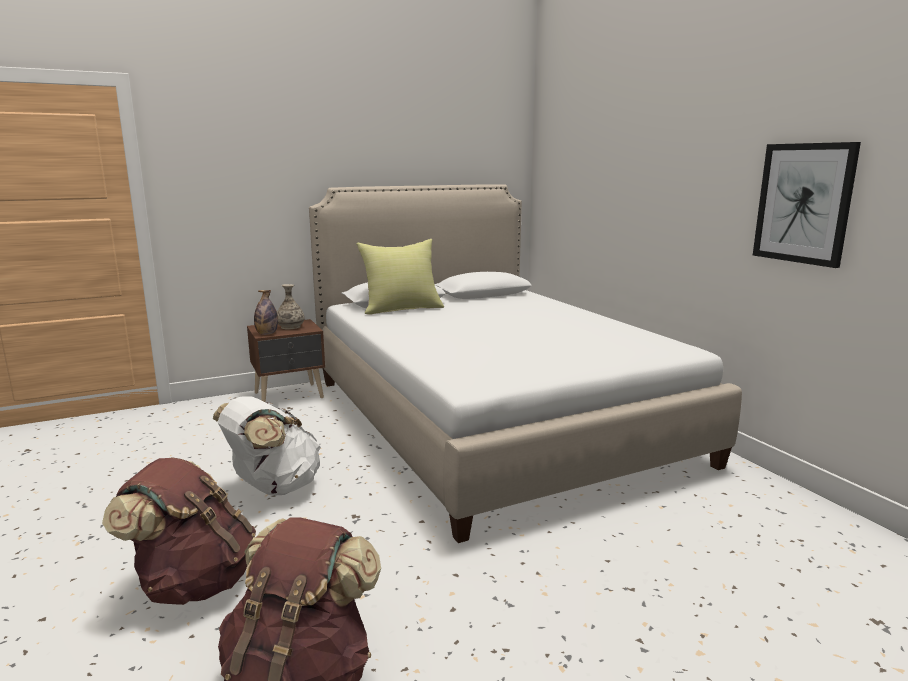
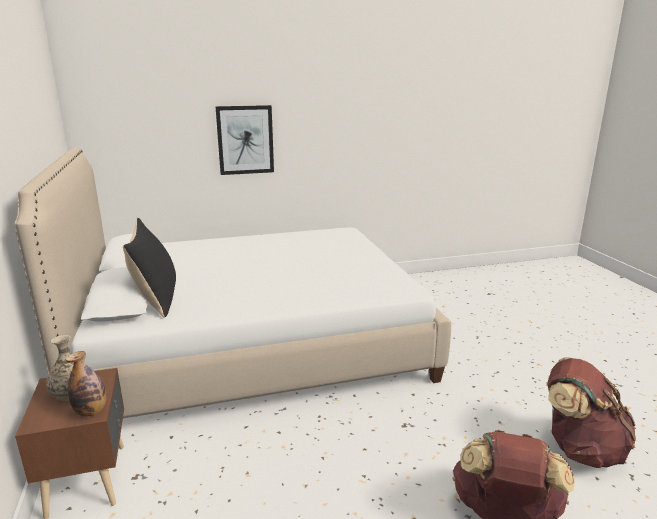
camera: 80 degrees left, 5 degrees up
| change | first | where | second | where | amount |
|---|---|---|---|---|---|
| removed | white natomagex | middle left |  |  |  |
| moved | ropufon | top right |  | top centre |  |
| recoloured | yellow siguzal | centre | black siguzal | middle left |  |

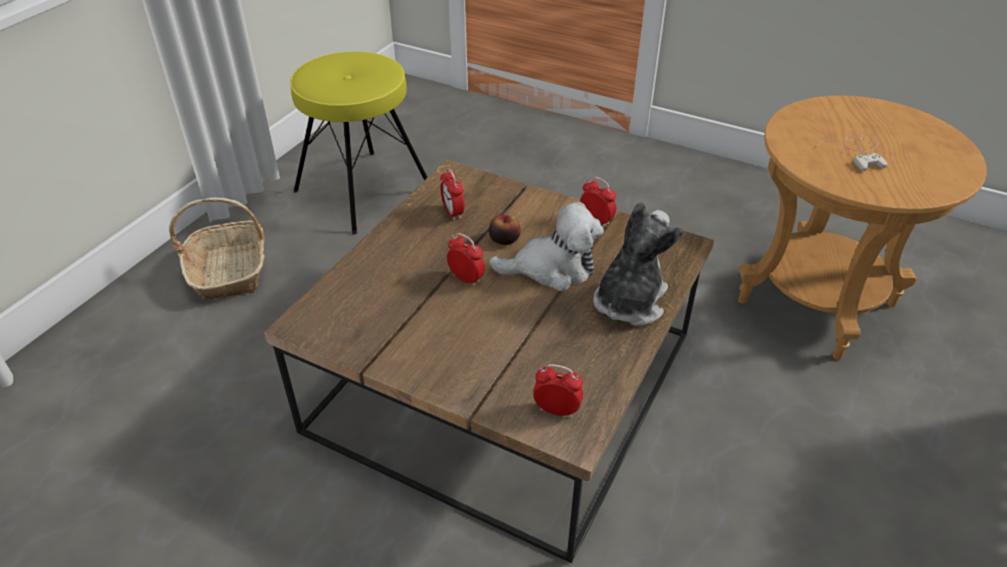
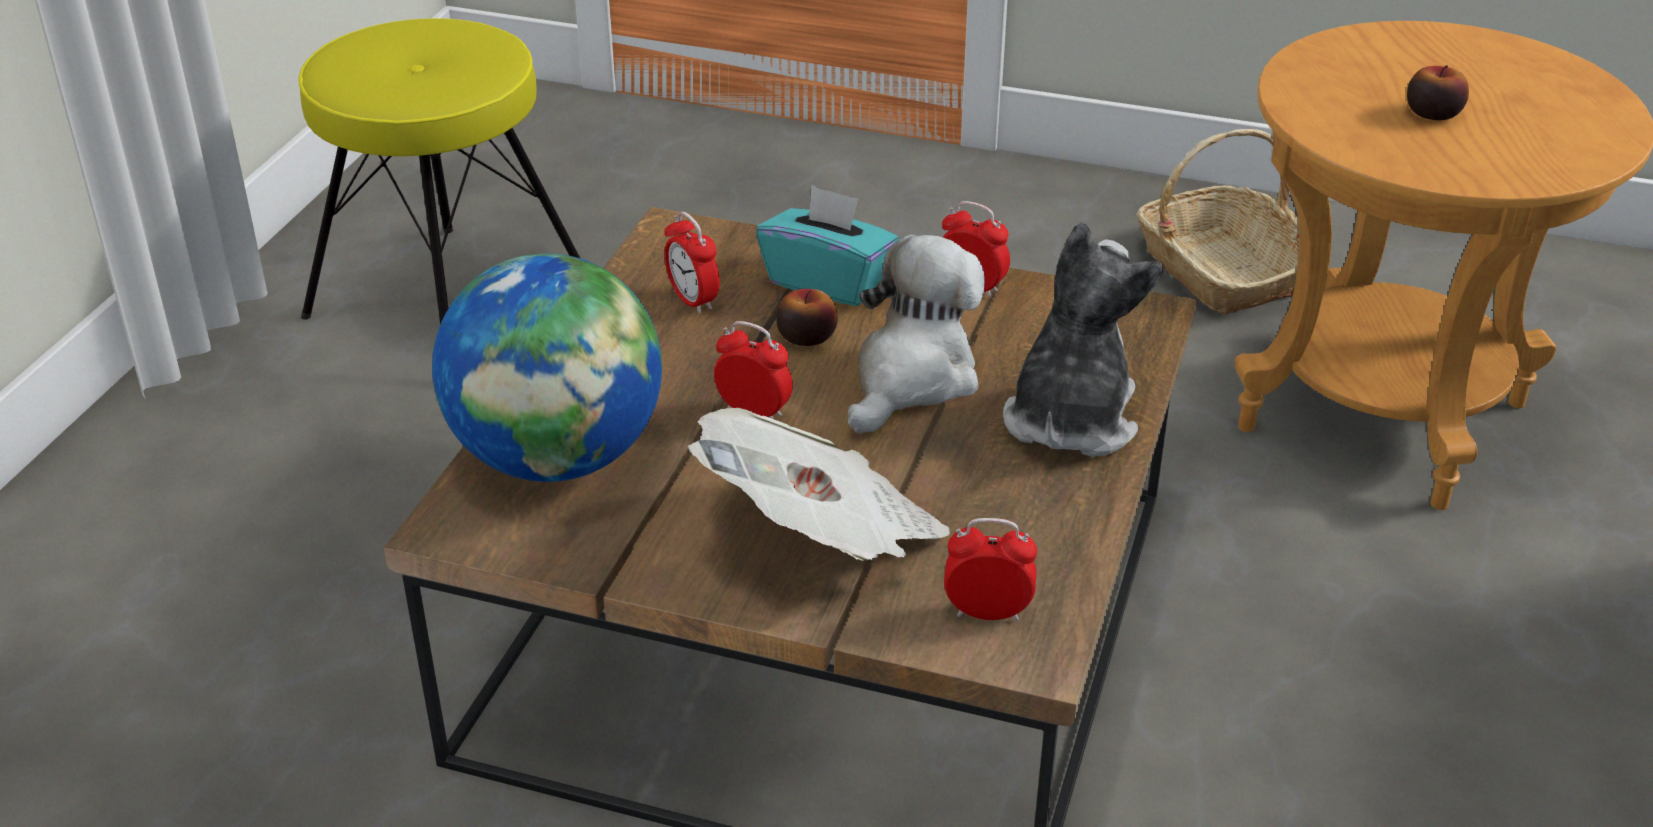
camera: 10 degrees left, 5 degrees down
| change | first | where | second | where | amount |
|---|---|---|---|---|---|
| added |  |  | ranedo | middle left |  |
| added |  |  | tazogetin | centre |  |
| added |  |  | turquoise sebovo | top centre |  |
| moved | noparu | middle left |  | top right |  |
| replaced | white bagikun | top right | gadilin (2nd from left) | top right |  |
| turned | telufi (1st from left) | centre |  | centre | 45 degrees counterclockwise |

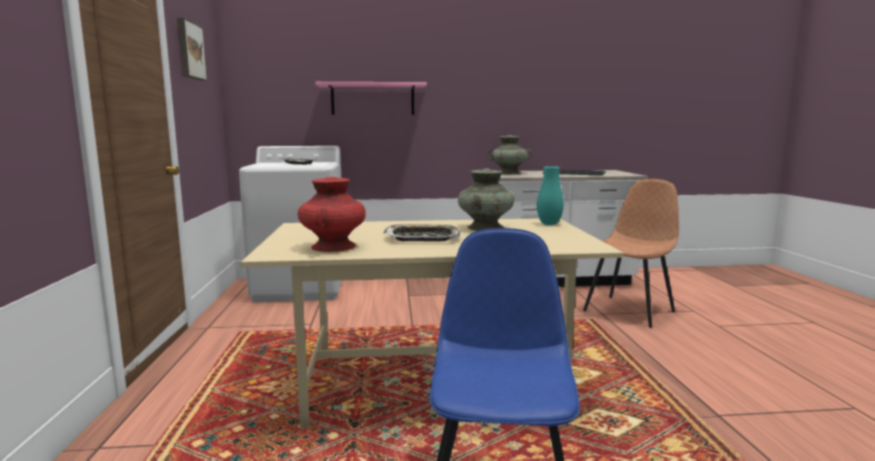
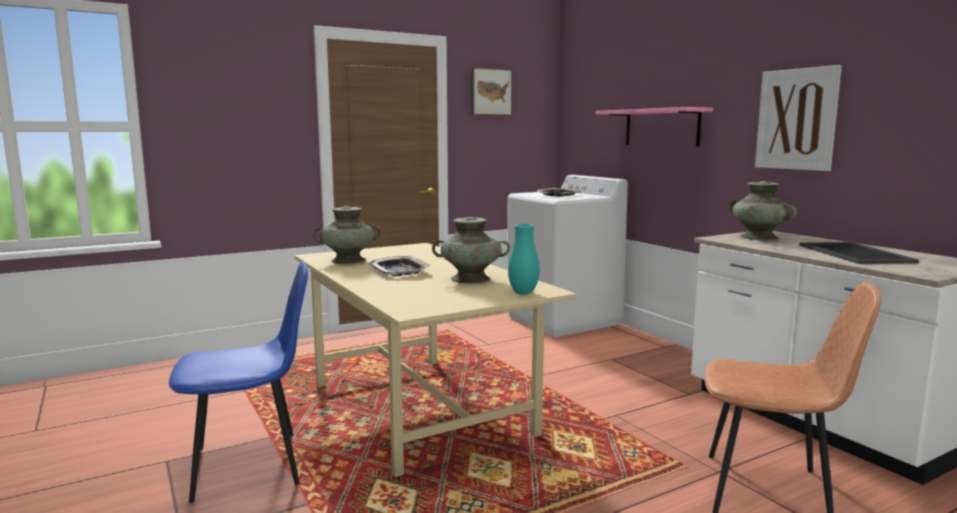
camera: 65 degrees right, 0 degrees up
| change | first | where | second | where | amount |
|---|---|---|---|---|---|
| added |  |  | ropufon (2nd from left) | top right |  |
| recoloured | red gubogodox | centre | turquoise gubogodox (1st from left) | centre |  |

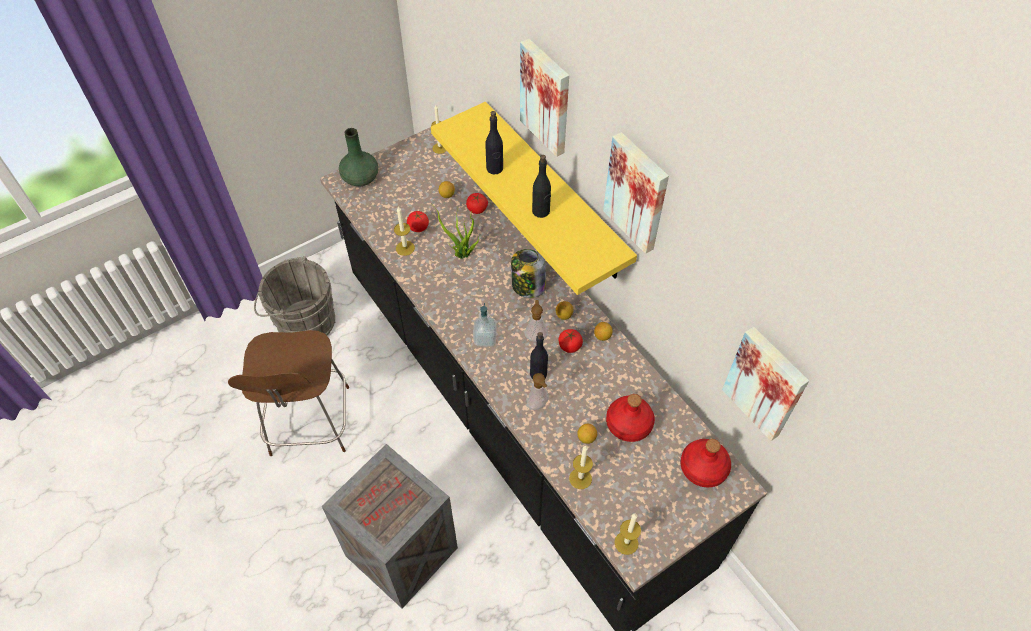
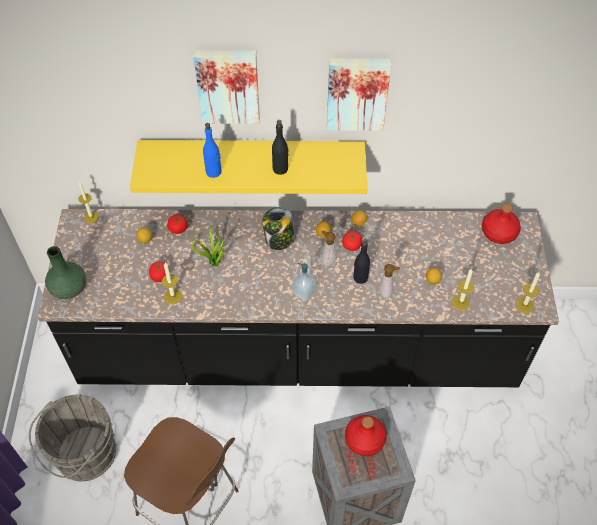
camera: 55 degrees left, 0 degrees up
| change | first | where | second | where | amount |
|---|---|---|---|---|---|
| removed | ropufon (3rd from left) | middle right |  |  |  |
| moved | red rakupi (1st from left) | centre |  | bottom centre |  |
| recoloured | black rakupi (1st from left) | top centre | blue rakupi | top centre |  |

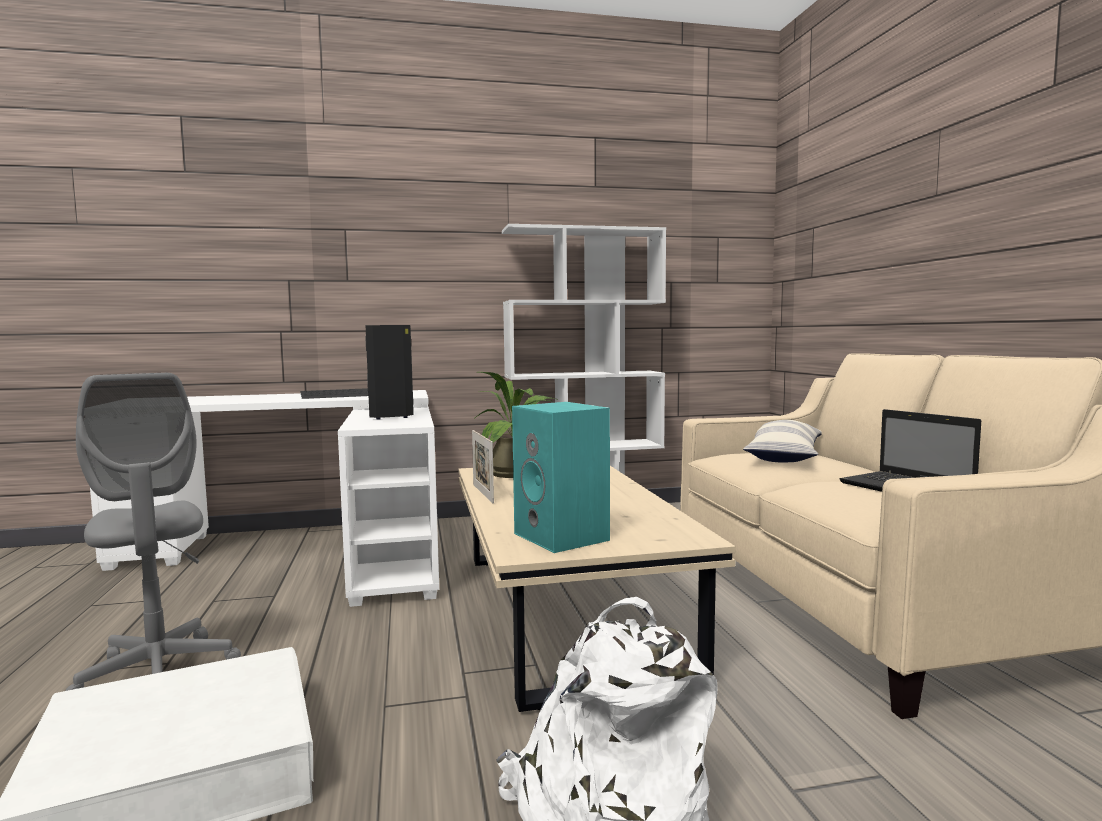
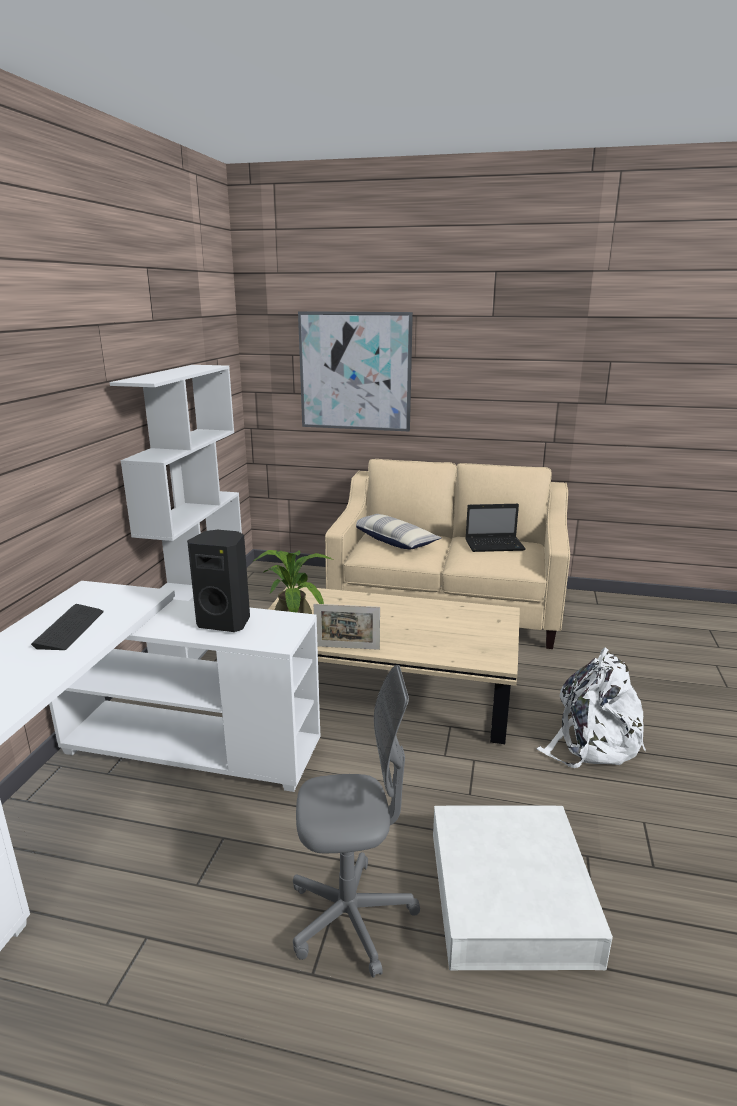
camera: 65 degrees left, 15 degrees up
| change | first | where | second | where | amount |
|---|---|---|---|---|---|
| removed | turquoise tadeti | centre |  |  |  |
| added |  |  | ropufon | centre |  |

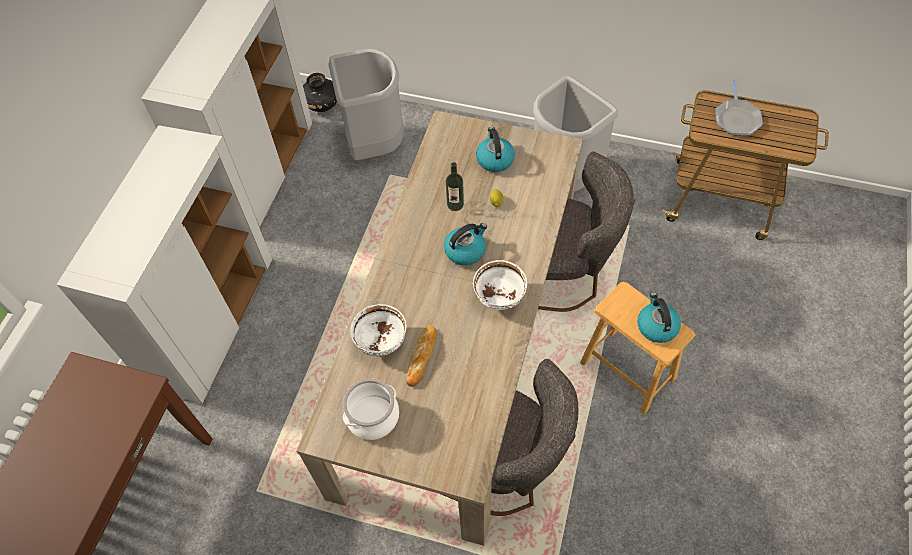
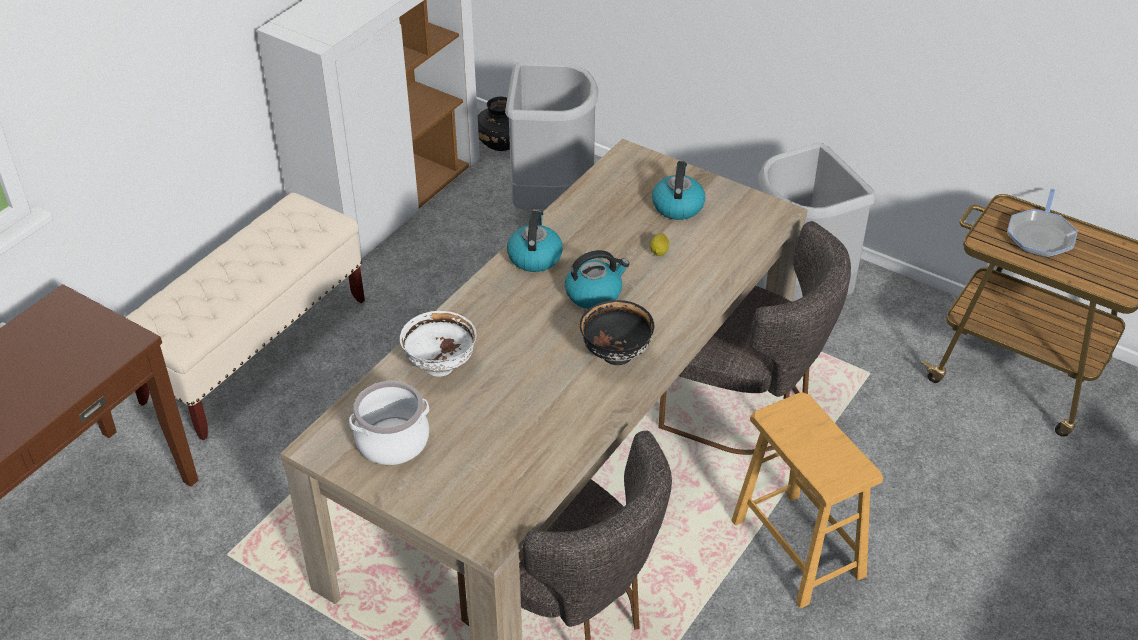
camera: 15 degrees right, 15 degrees down
| change | first | where | second | where | amount |
|---|---|---|---|---|---|
| removed | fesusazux | centre |  |  |  |
| removed | rakupi | centre |  |  |  |
| moved | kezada (3rd from left in the first image) | middle right | kezada (1st from left) | centre |  |
| replaced | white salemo (1st from left) | middle left | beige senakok | middle left |  |
| recoloured | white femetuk (2nd from left) | centre | black femetuk | centre |  |

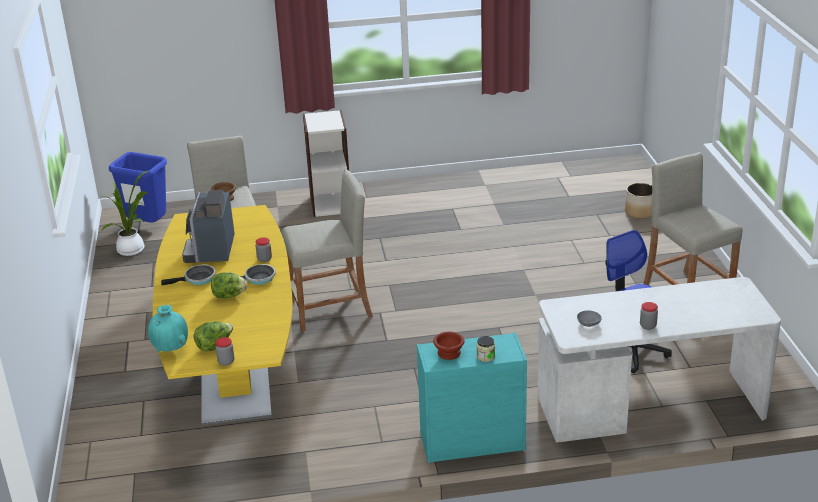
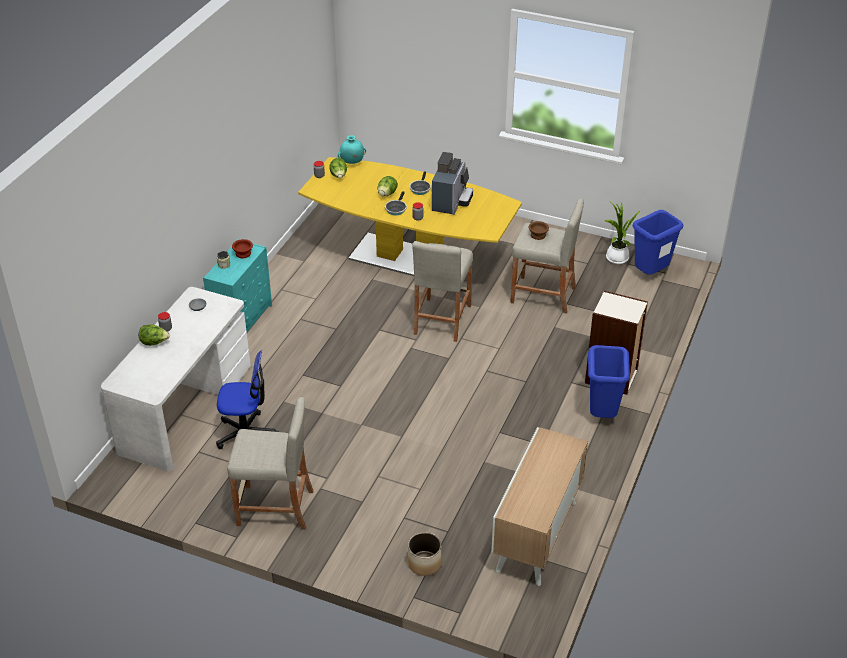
camera: 120 degrees right, 10 degrees up
| change | first | where | second | where | amount |
|---|---|---|---|---|---|
| added |  |  | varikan (1st from left) | middle left |  |
| added |  |  | salemo | bottom centre |  |
| added |  |  | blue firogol (1st from left) | middle right |  |
| turned | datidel | middle left |  | top centre | 75 degrees clockwise |

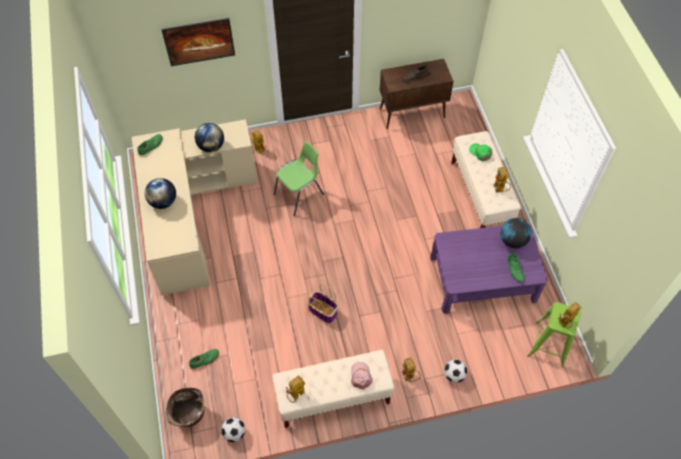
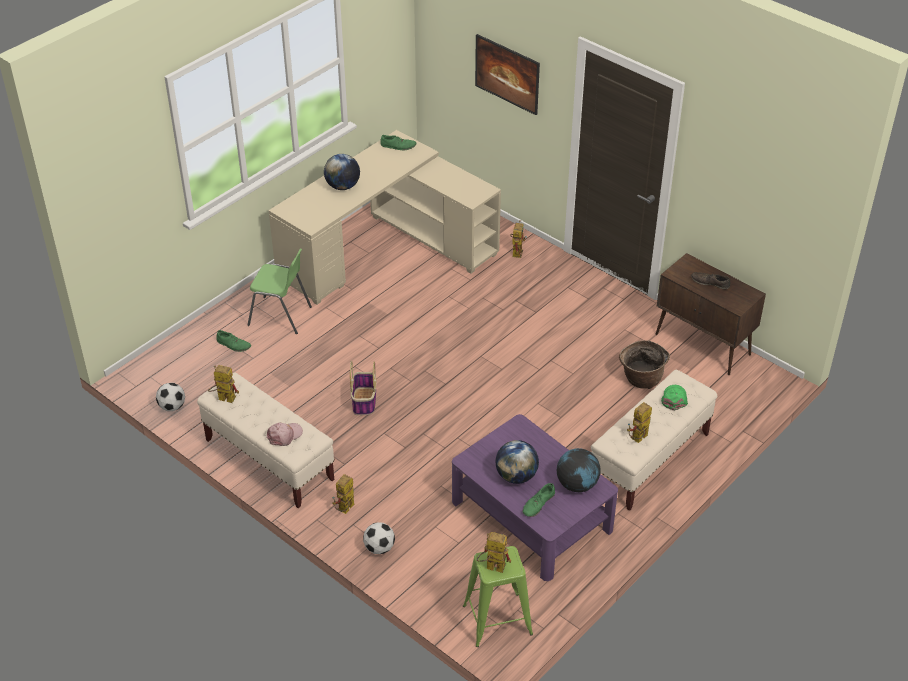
camera: 55 degrees right, 15 degrees down
| change | first | where | second | where | amount |
|---|---|---|---|---|---|
| moved | noparu (1st from left in the first image) | bottom left | noparu (2nd from left) | middle right |  |
| moved | ranedo (2nd from left) | top left |  | bottom centre |  |
| moved | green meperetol | centre |  | middle left |  |

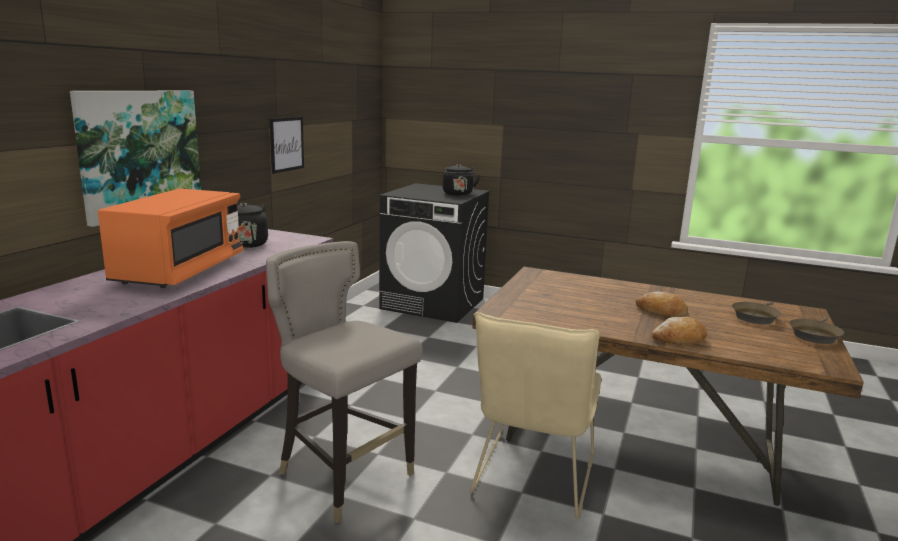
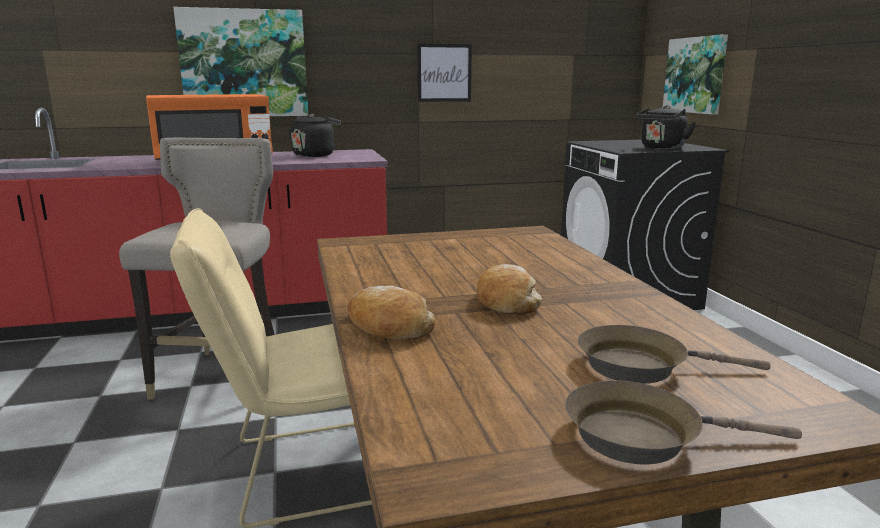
camera: 55 degrees right, 0 degrees up
| change | first | where | second | where | amount |
|---|---|---|---|---|---|
| added |  |  | ropufon (3rd from left) | top right |  |

